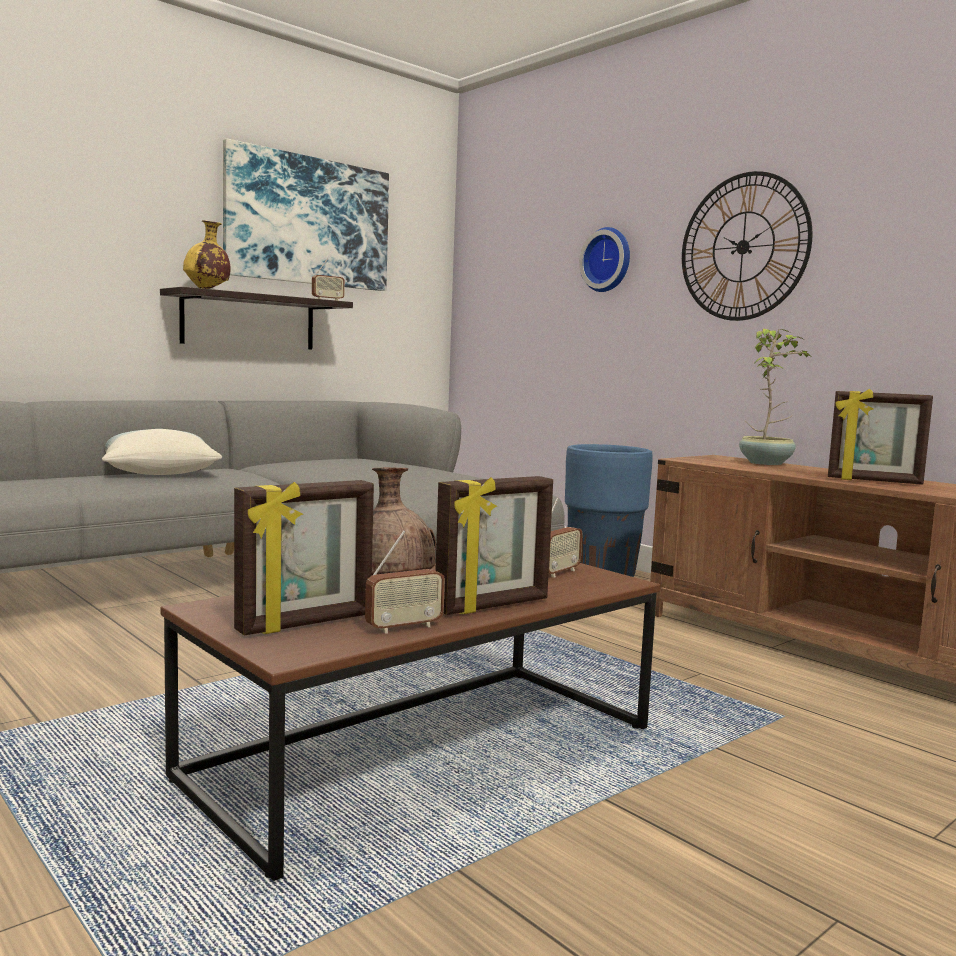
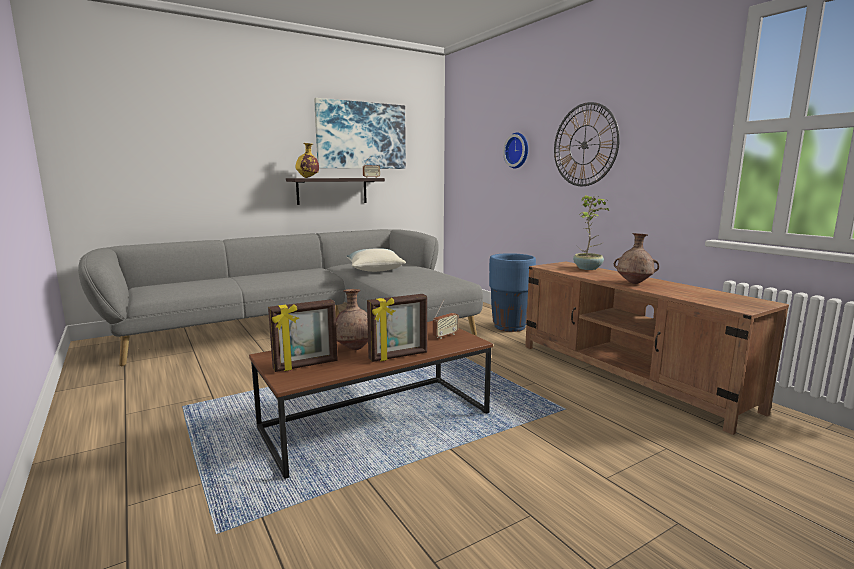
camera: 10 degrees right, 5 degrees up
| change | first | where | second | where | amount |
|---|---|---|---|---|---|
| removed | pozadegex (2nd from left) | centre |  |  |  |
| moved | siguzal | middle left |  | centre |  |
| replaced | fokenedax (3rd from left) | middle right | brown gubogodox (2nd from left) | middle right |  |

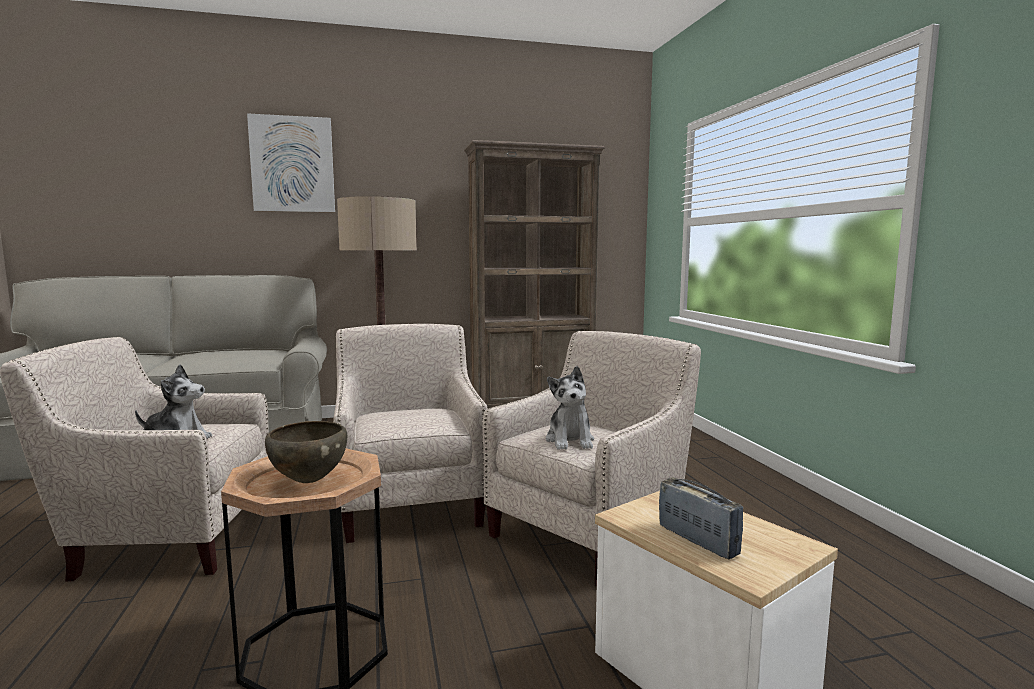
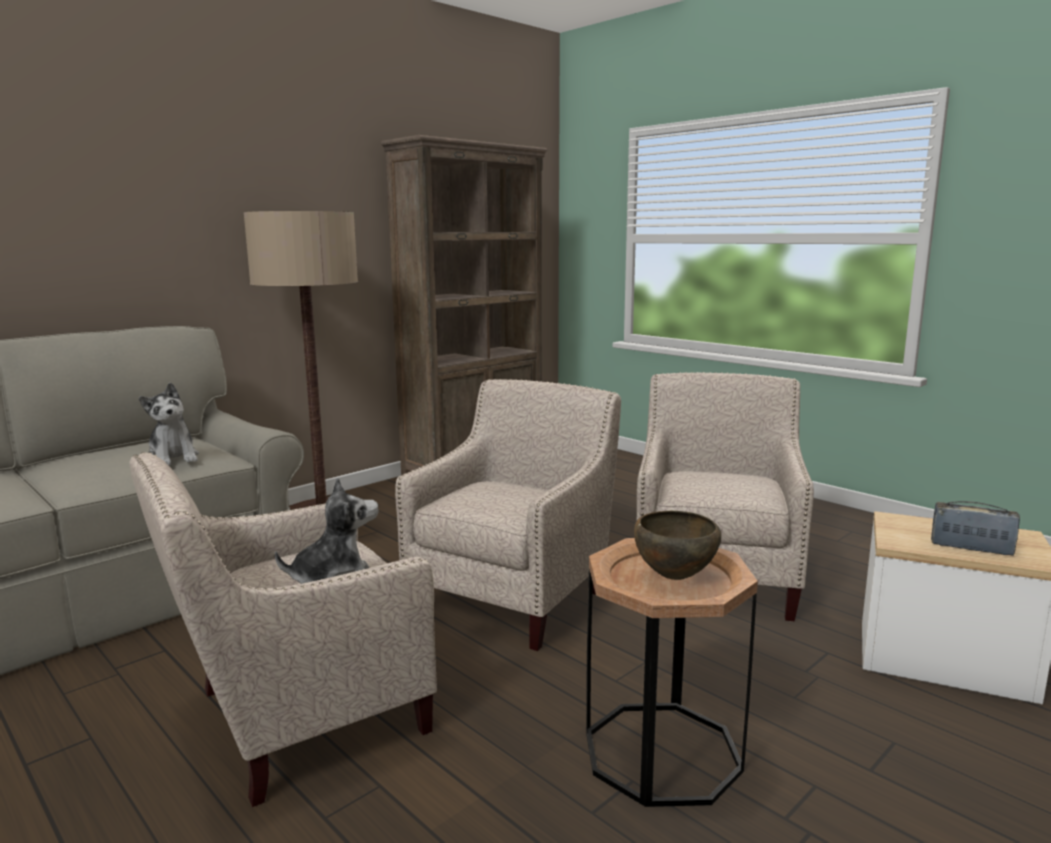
camera: 30 degrees left, 5 degrees up
| change | first | where | second | where | amount |
|---|---|---|---|---|---|
| removed | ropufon | top left |  |  |  |
| moved | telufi (2nd from left in the first image) | centre | telufi (1st from left) | middle left |  |
| turned | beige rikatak (2nd from left) | centre |  | centre | 75 degrees clockwise |

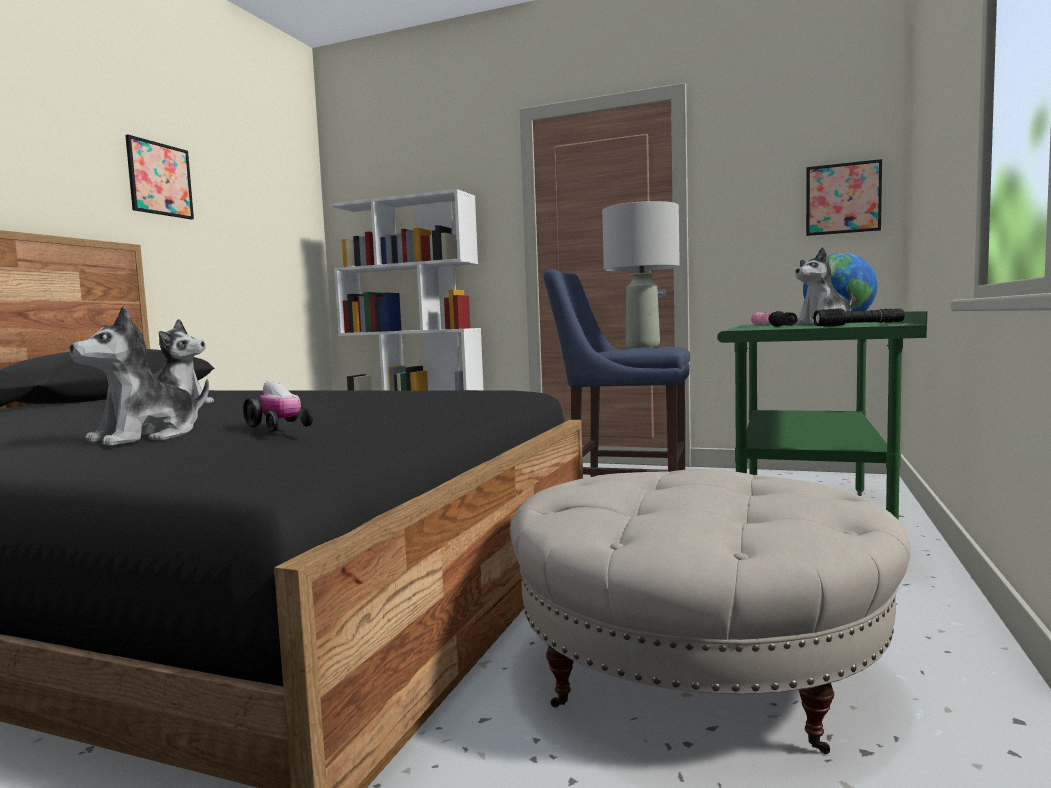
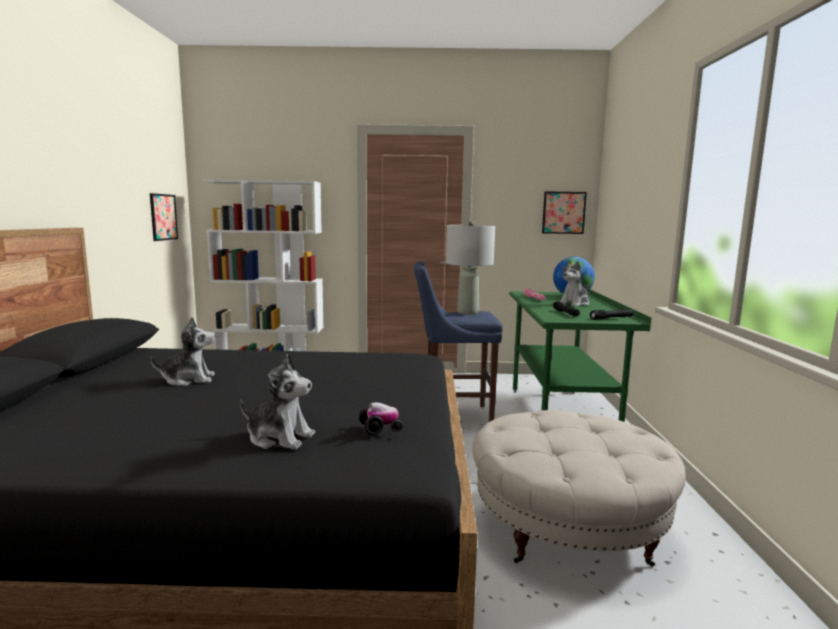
camera: 20 degrees left, 5 degrees up
| change | first | where | second | where | amount |
|---|---|---|---|---|---|
| moved | ropufon (1st from left) | top left |  | middle left |  |
| turned | telufi (1st from left in the first image) | middle left | telufi (2nd from left) | middle left | 90 degrees counterclockwise |
| turned | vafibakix | middle left |  | centre | 45 degrees counterclockwise |

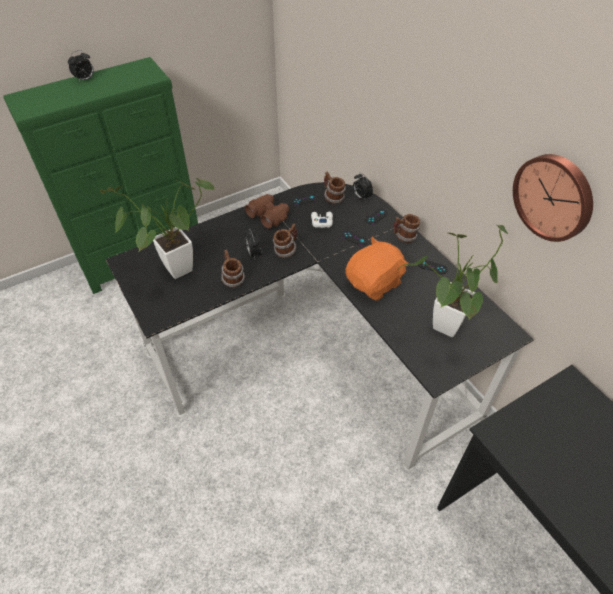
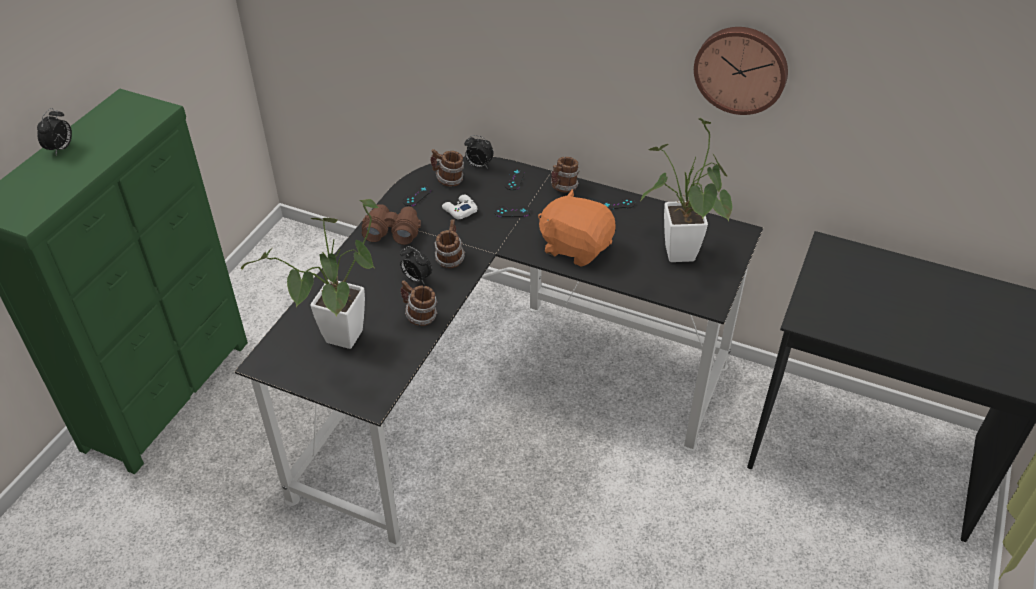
camera: 35 degrees left, 5 degrees down
| change | first | where | second | where | amount |
|---|---|---|---|---|---|
| turned | orange telufi | centre |  | centre | 75 degrees counterclockwise |

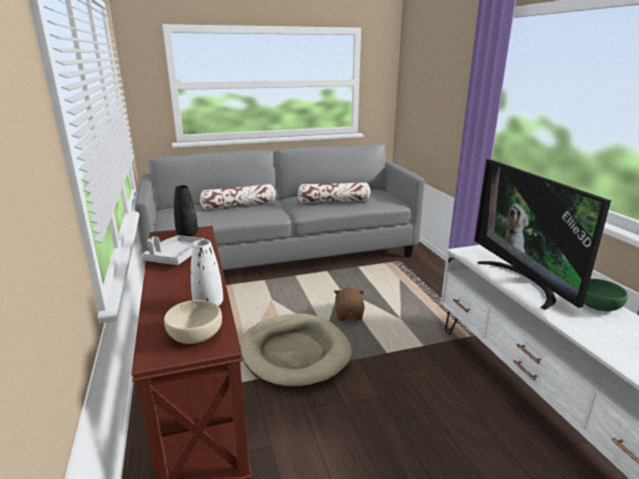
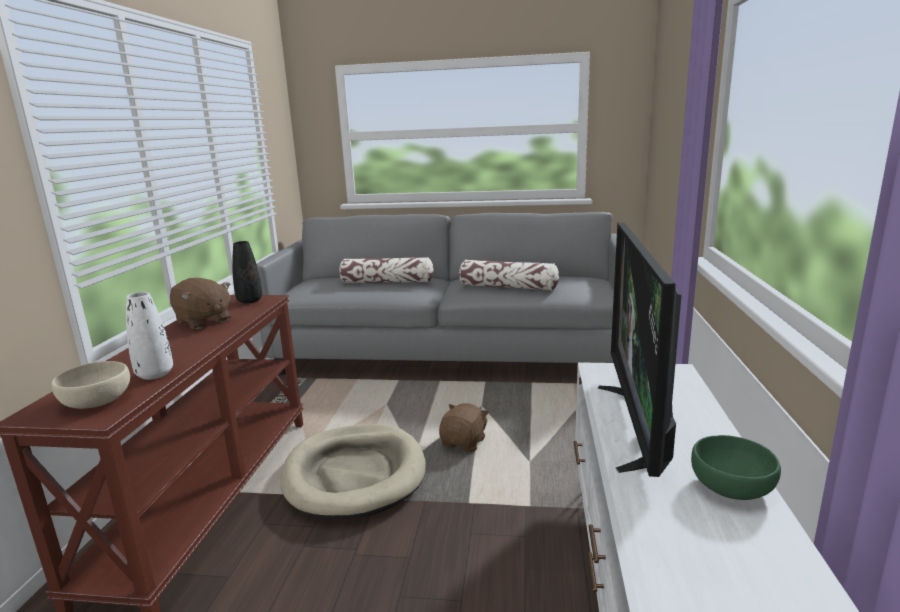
camera: 25 degrees right, 5 degrees down
| change | first | where | second | where | amount |
|---|---|---|---|---|---|
| replaced | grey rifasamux | middle left | brown telufi (1st from left) | middle left |  |

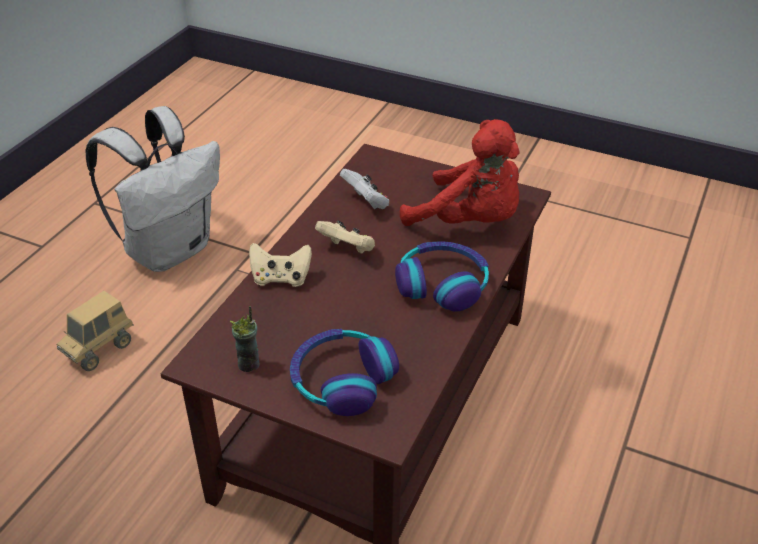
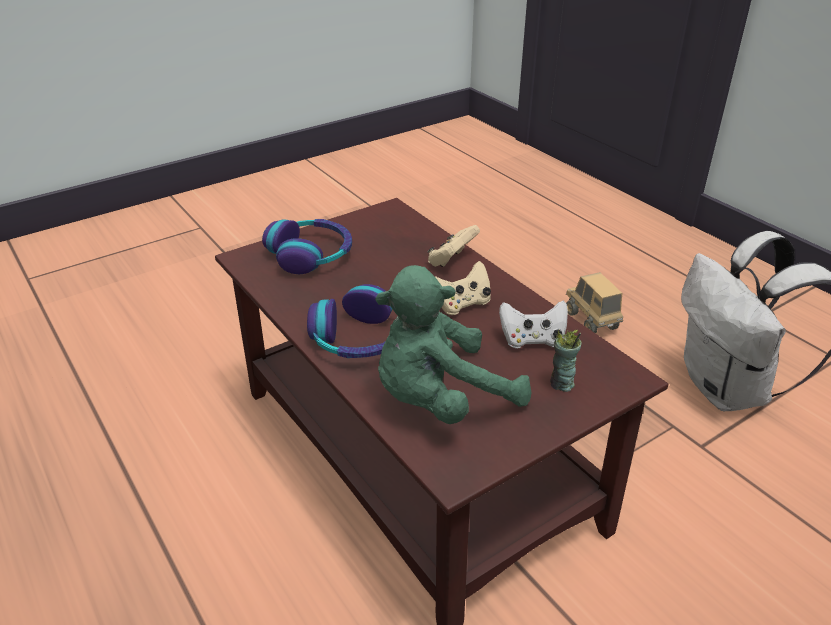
camera: 120 degrees right, 5 degrees down
| change | first | where | second | where | amount |
|---|---|---|---|---|---|
| moved | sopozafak | middle left |  | middle right |  |
| recoloured | red telufi | top centre | green telufi | centre |  |

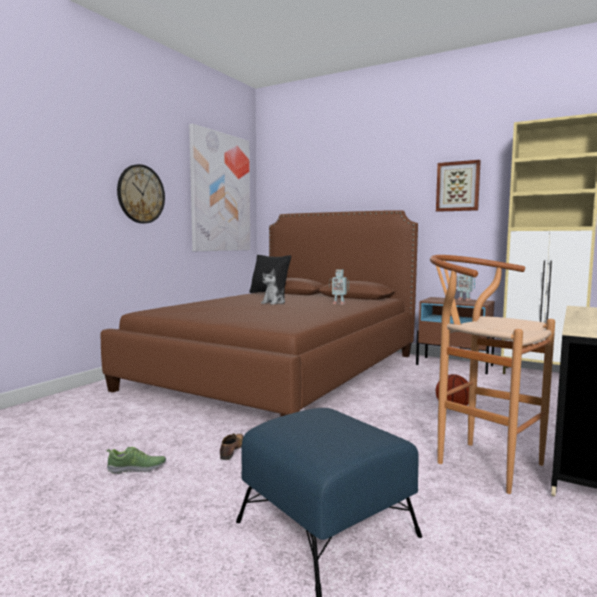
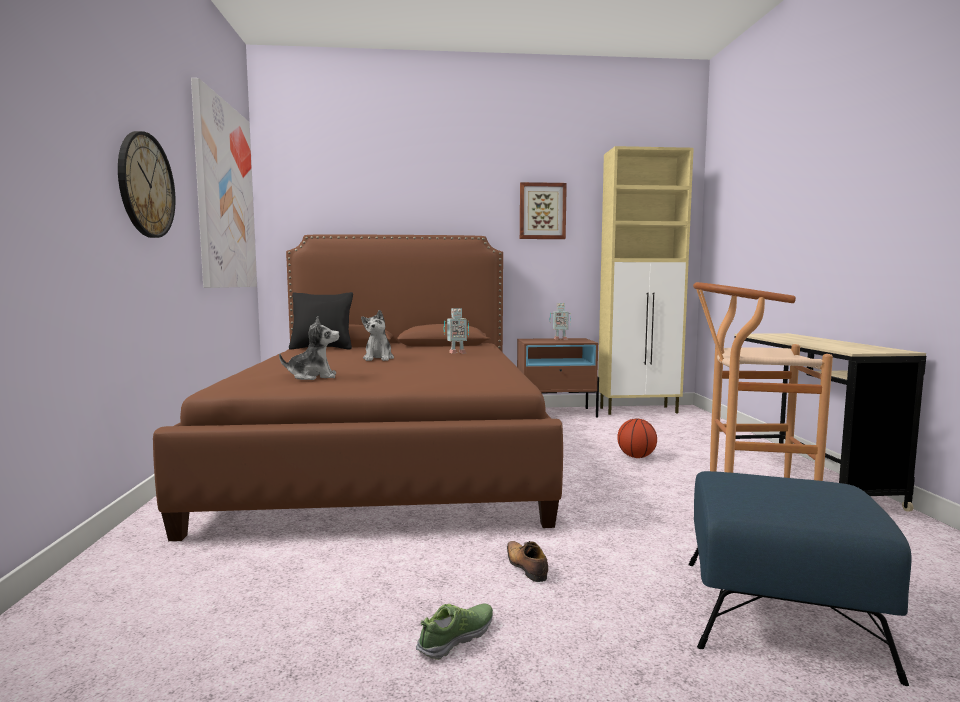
camera: 35 degrees left, 0 degrees up
| change | first | where | second | where | amount |
|---|---|---|---|---|---|
| added |  |  | telufi (1st from left) | middle left |  |

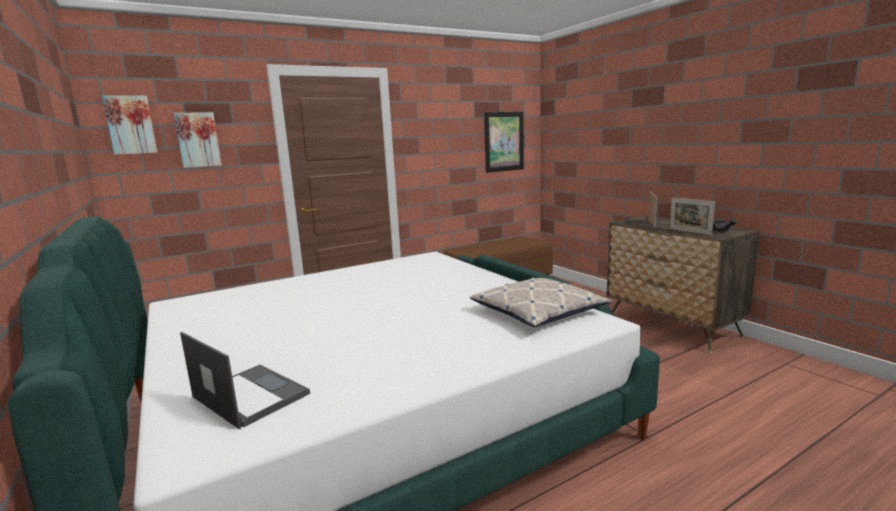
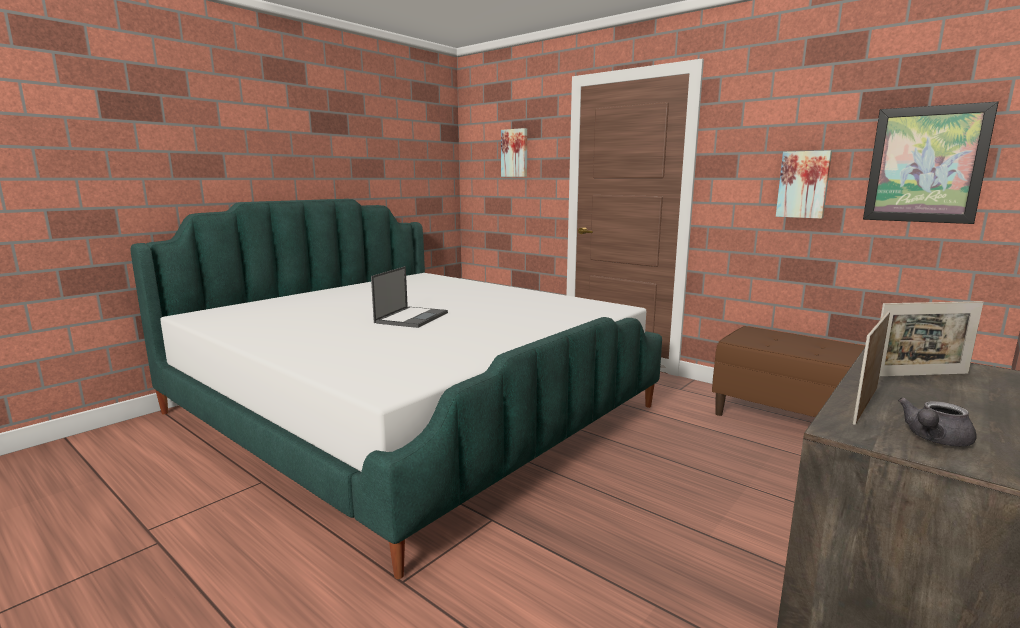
camera: 70 degrees right, 0 degrees up
| change | first | where | second | where | amount |
|---|---|---|---|---|---|
| removed | siguzal | centre |  |  |  |
| moved | ropufon (1st from left in the first image) | top left | ropufon (2nd from left) | top right |  |
| moved | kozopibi | bottom left |  | centre |  |

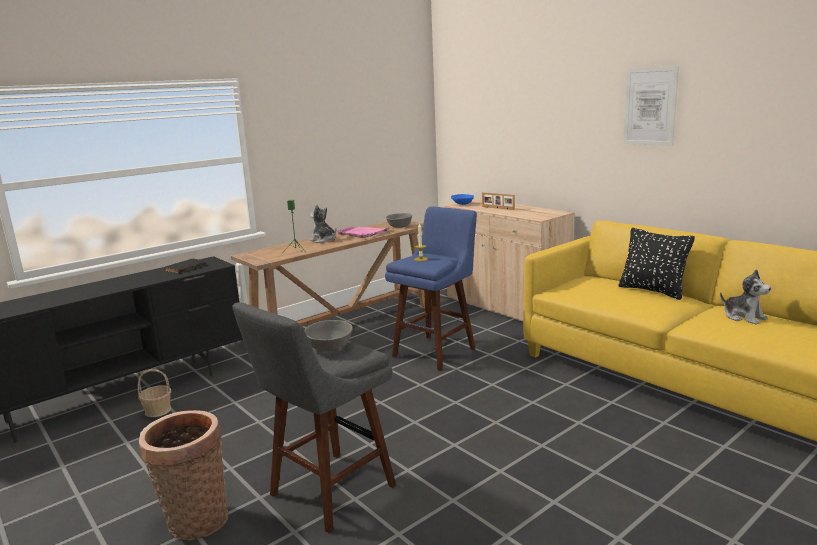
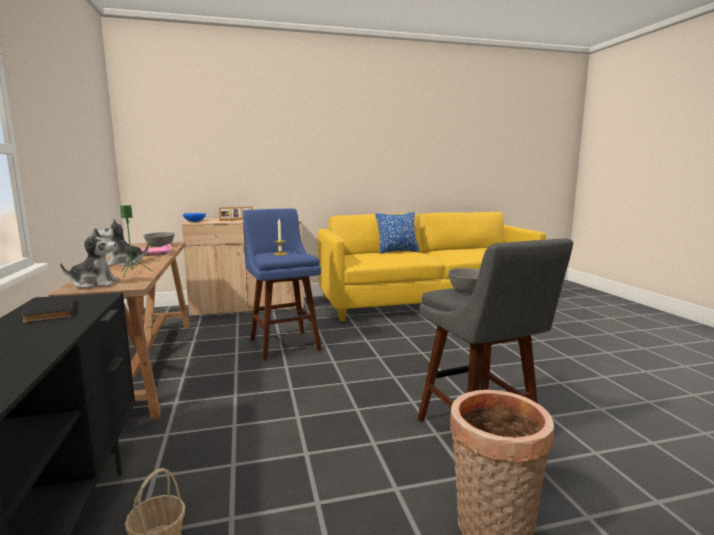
camera: 65 degrees left, 5 degrees down
| change | first | where | second | where | amount |
|---|---|---|---|---|---|
| removed | ropufon | top right |  |  |  |
| moved | telufi (2nd from left in the first image) | middle right | telufi (1st from left) | middle left |  |
| recoloured | black siguzal | middle right | blue siguzal | centre |  |

